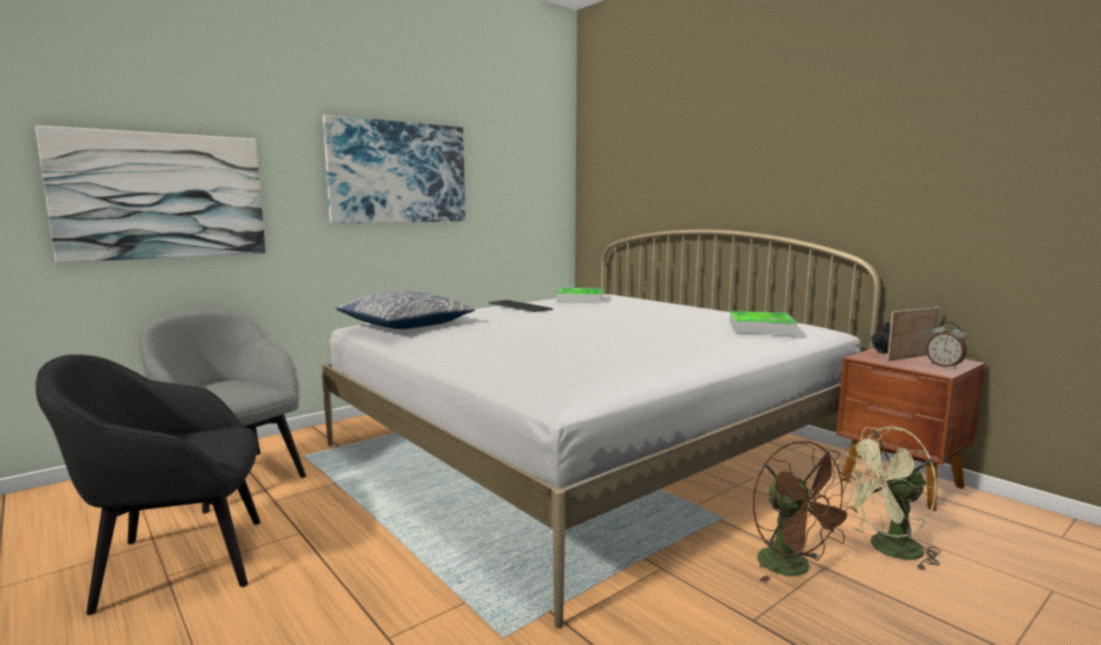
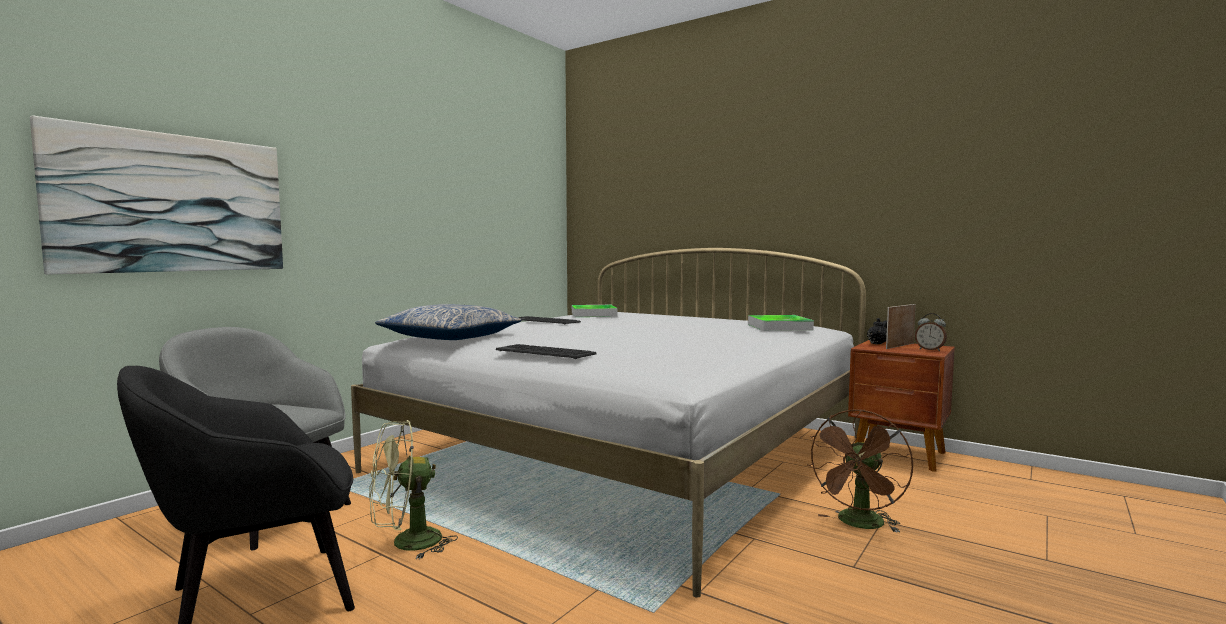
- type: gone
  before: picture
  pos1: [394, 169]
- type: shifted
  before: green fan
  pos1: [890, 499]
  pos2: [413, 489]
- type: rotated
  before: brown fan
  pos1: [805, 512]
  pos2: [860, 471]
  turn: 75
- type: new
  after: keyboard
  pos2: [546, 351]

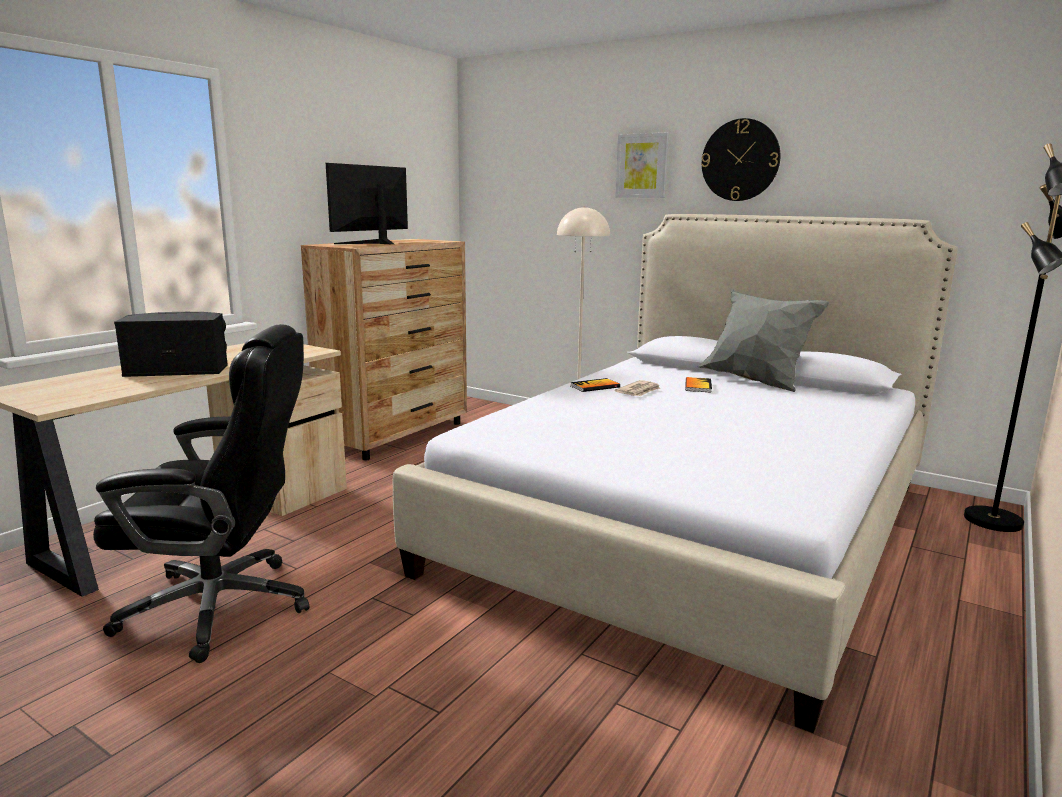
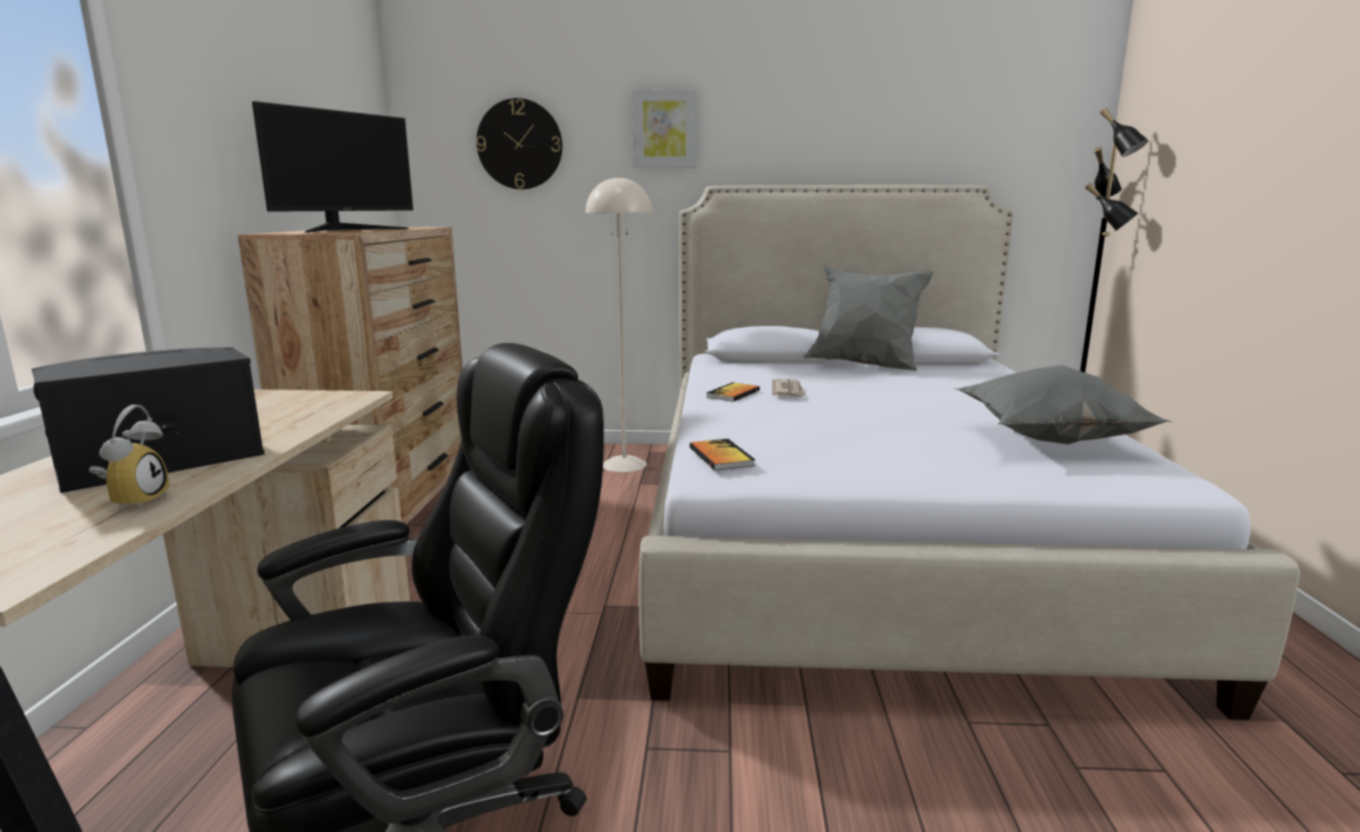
- type: shifted
  before: wall clock
  pos1: [741, 159]
  pos2: [519, 143]
- type: rotated
  before: monitor
  pos1: [367, 203]
  pos2: [332, 167]
  turn: -150
- type: shifted
  before: book
  pos1: [698, 385]
  pos2: [722, 455]
- type: new
  after: grey pillow
  pos2: [1062, 404]
- type: new
  after: alarm clock
  pos2: [129, 457]

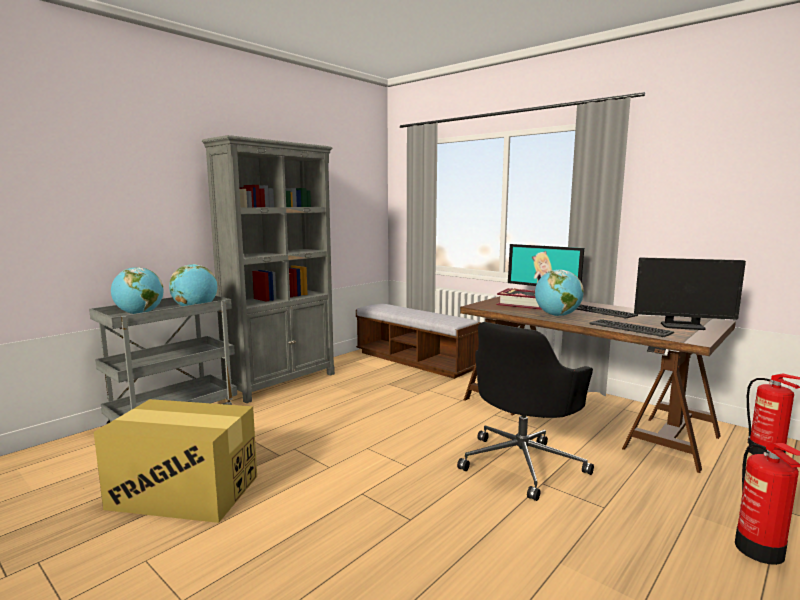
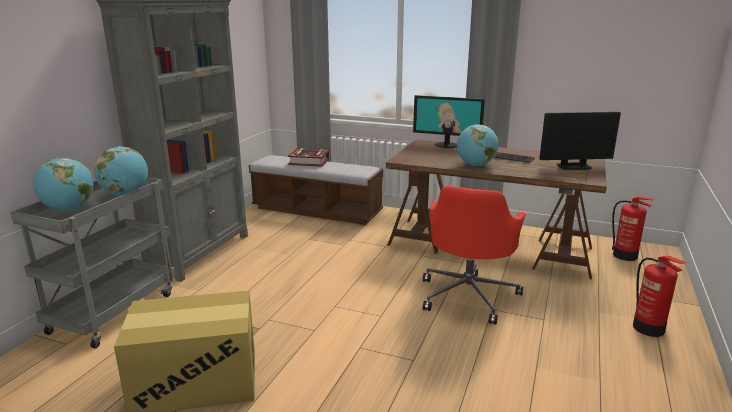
- type: shifted
  before: book
  pos1: [519, 299]
  pos2: [308, 157]
- type: gone
  before: keyboard
  pos1: [631, 328]
- type: repainted
  before: black office chair
  after: red office chair
  pos1: [525, 411]
  pos2: [474, 255]

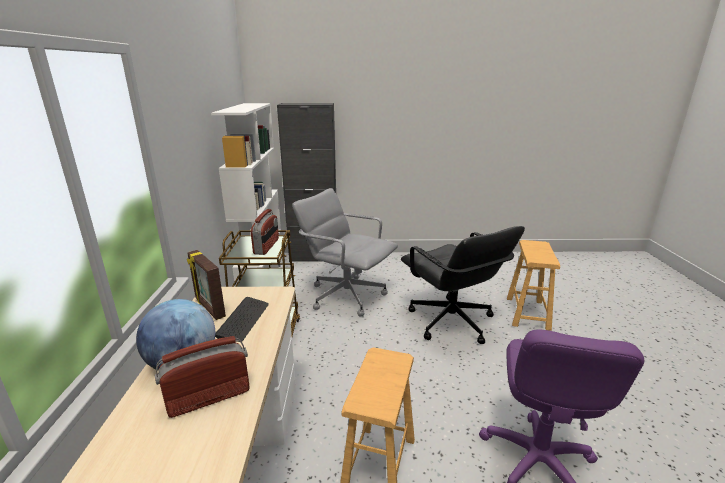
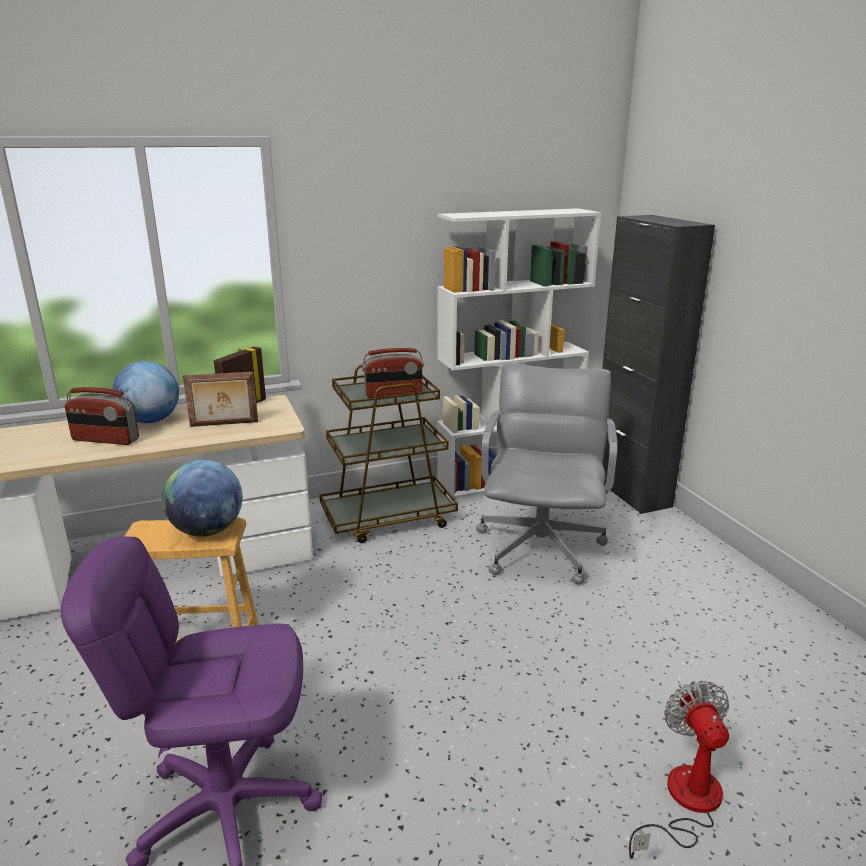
- type: gone
  before: black office chair
  pos1: [463, 285]
- type: swapped
  before: brown stool
  after: fan
  pos1: [533, 285]
  pos2: [679, 770]
- type: swapped
  before: keyboard
  after: picture frame
  pos1: [242, 319]
  pos2: [220, 399]
- type: rotated
  before: radio
  pos1: [202, 377]
  pos2: [102, 416]
  turn: 150
- type: new
  after: globe
  pos2: [202, 498]

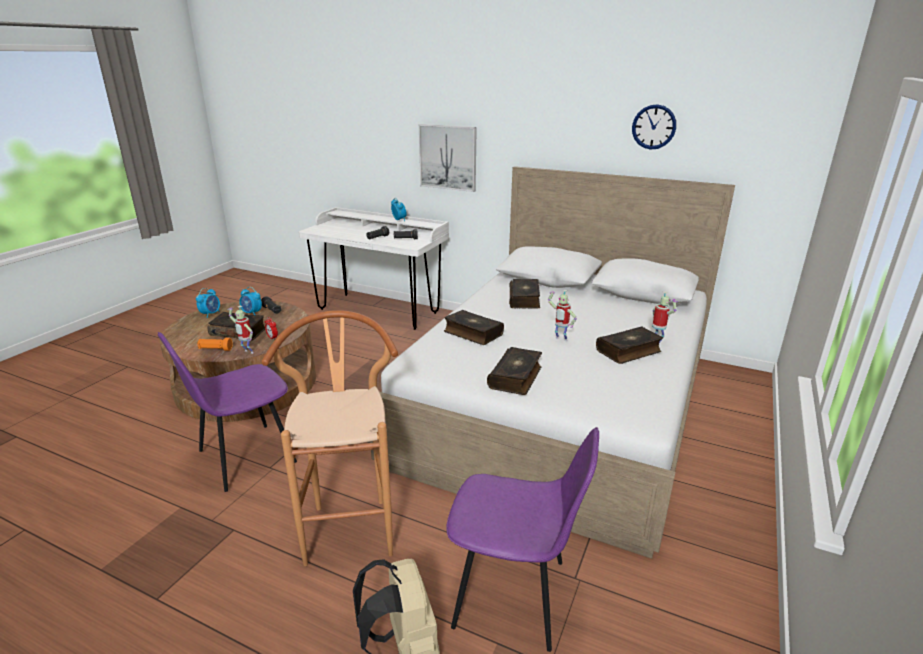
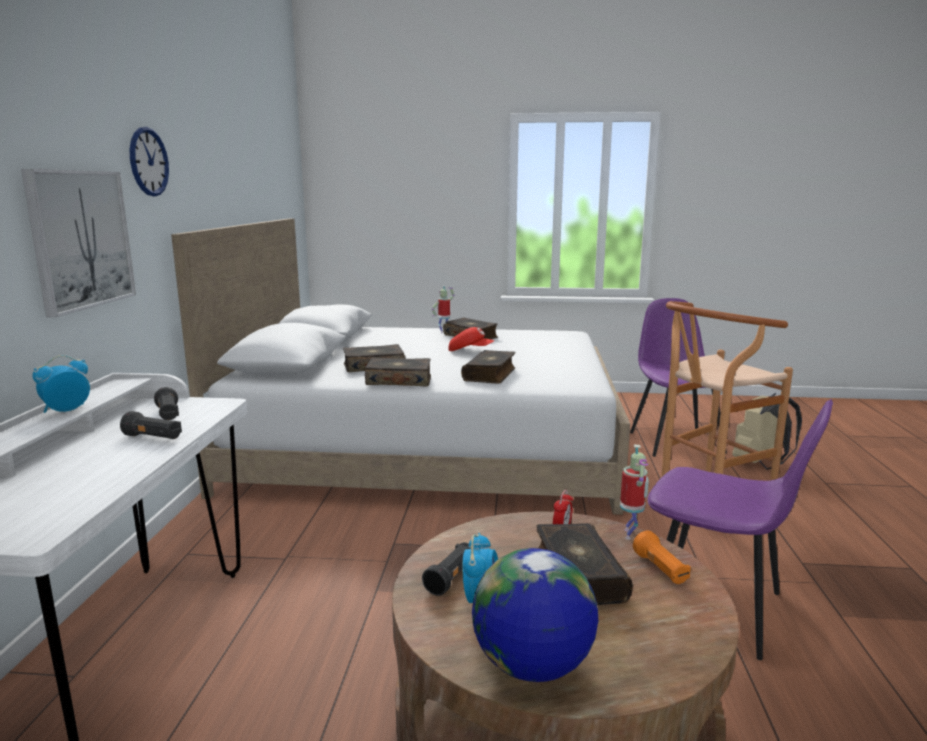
- type: shifted
  before: wall clock
  pos1: [654, 127]
  pos2: [149, 161]
- type: swapped
  before: alarm clock
  after: globe
  pos1: [208, 303]
  pos2: [535, 615]
- type: swapped
  before: toy robot
  after: red cap
  pos1: [562, 315]
  pos2: [471, 339]
- type: shifted
  before: book
  pos1: [514, 371]
  pos2: [398, 372]

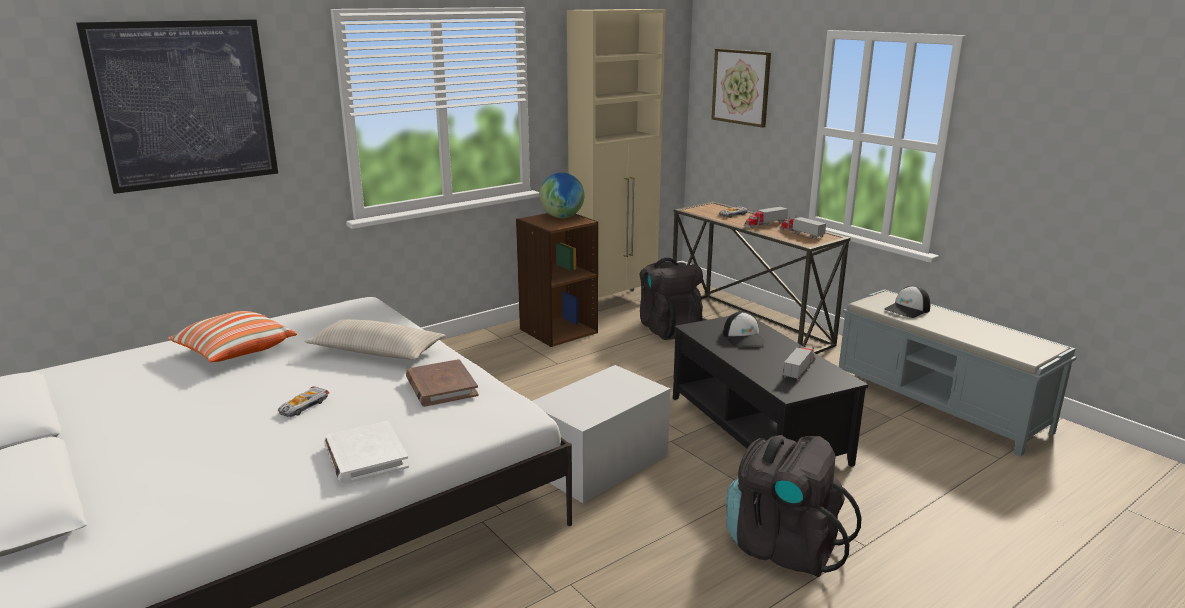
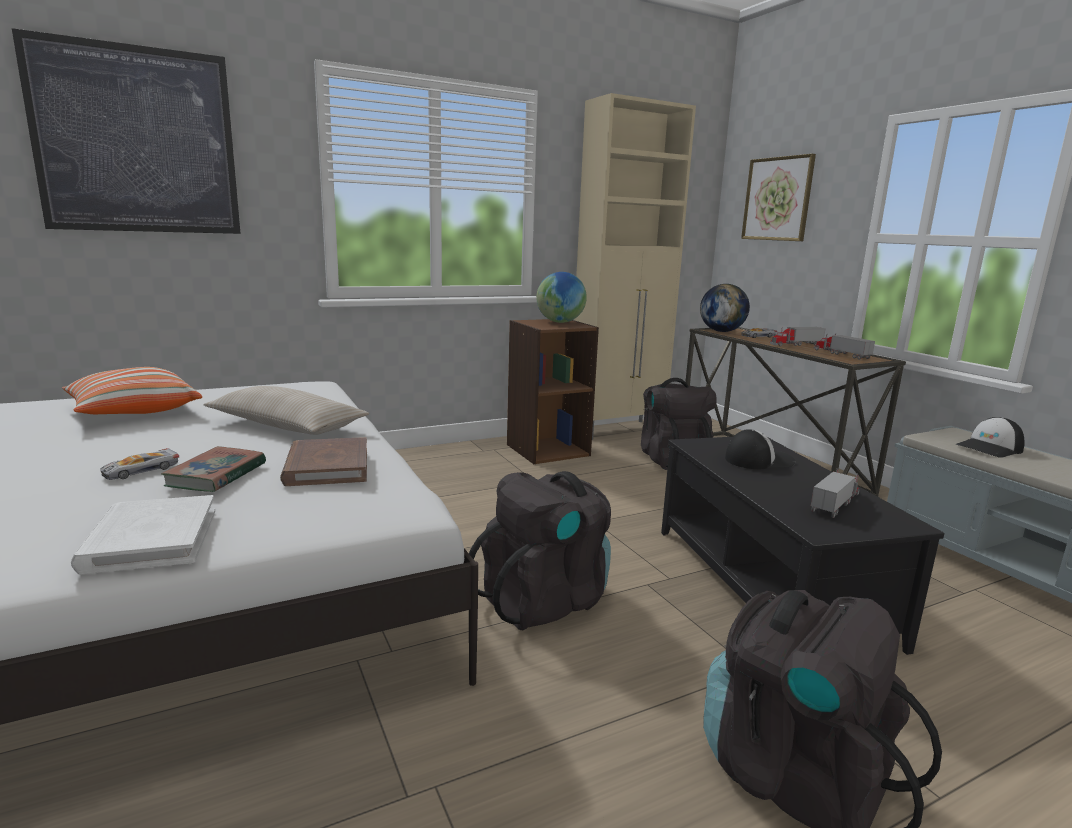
- type: rotated
  before: cap
  pos1: [744, 329]
  pos2: [760, 449]
  turn: -105
- type: swapped
  before: white storage box
  after: black backpack
  pos1: [601, 434]
  pos2: [540, 550]
- type: new
  after: globe
  pos2: [725, 308]
- type: new
  after: book
  pos2: [213, 469]

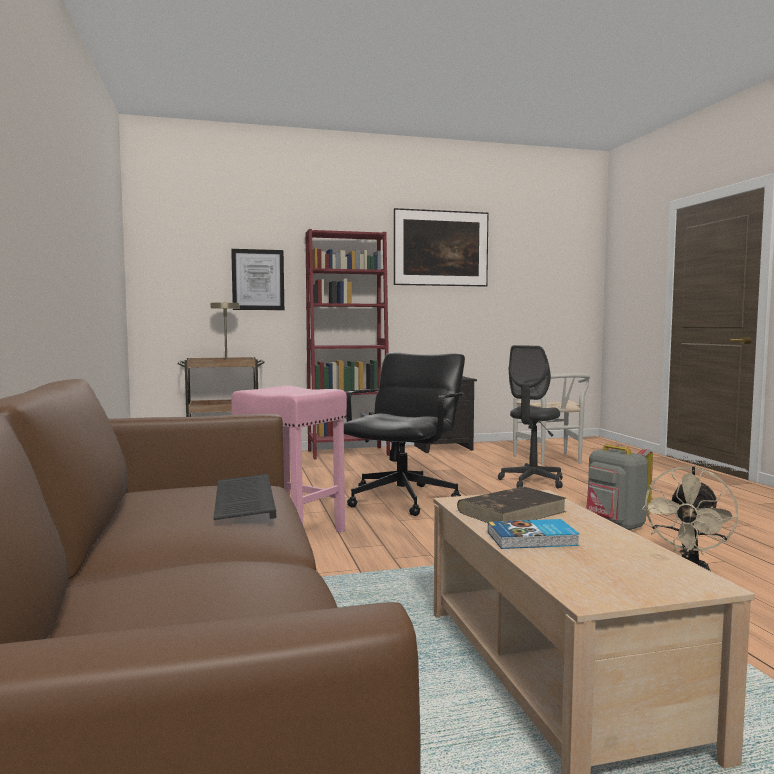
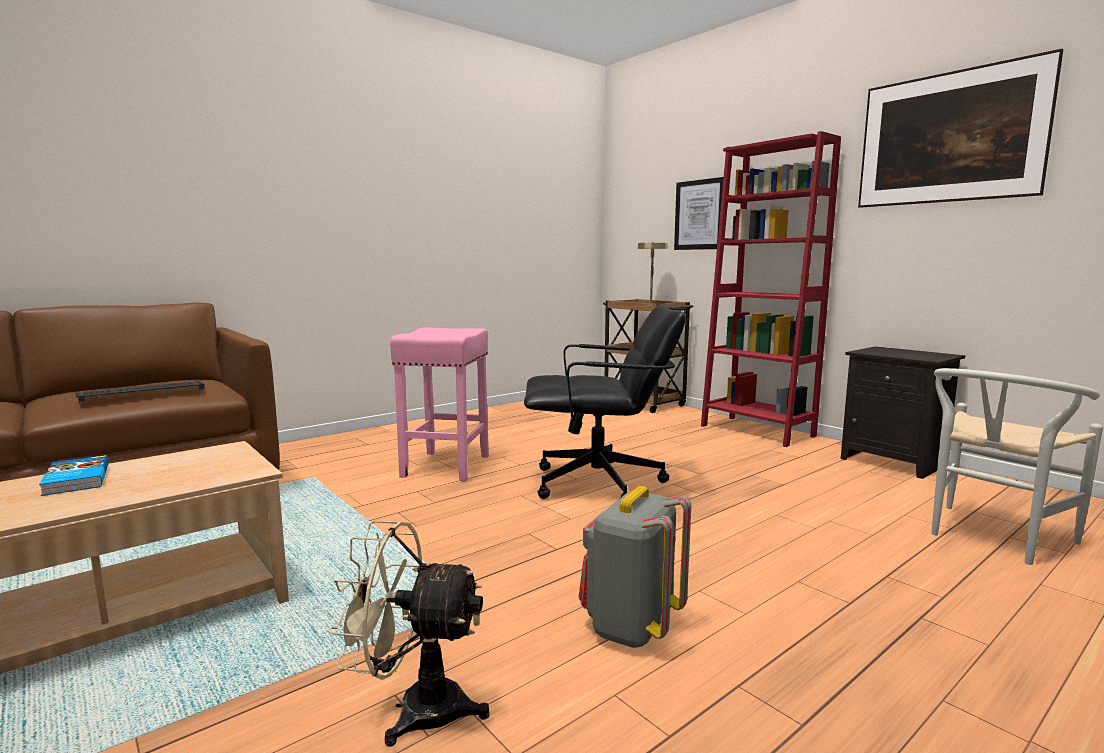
- type: gone
  before: grey office chair
  pos1: [530, 417]
- type: gone
  before: brown book
  pos1: [511, 504]

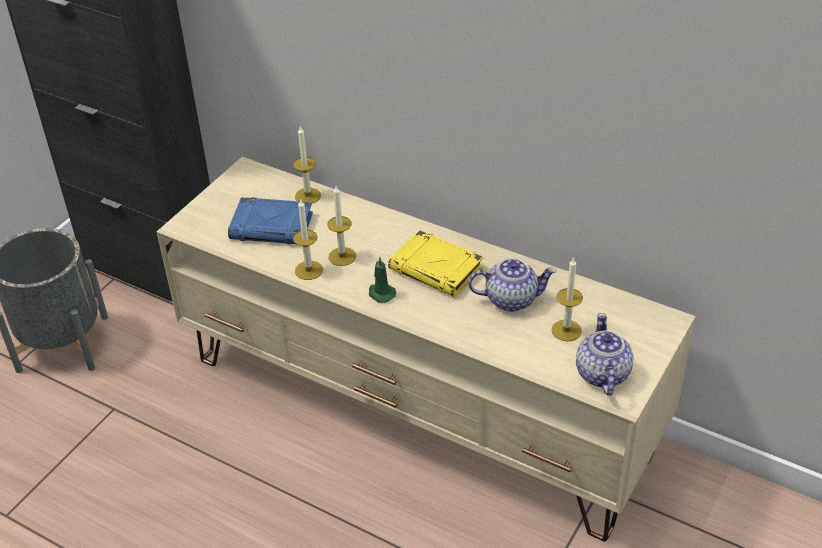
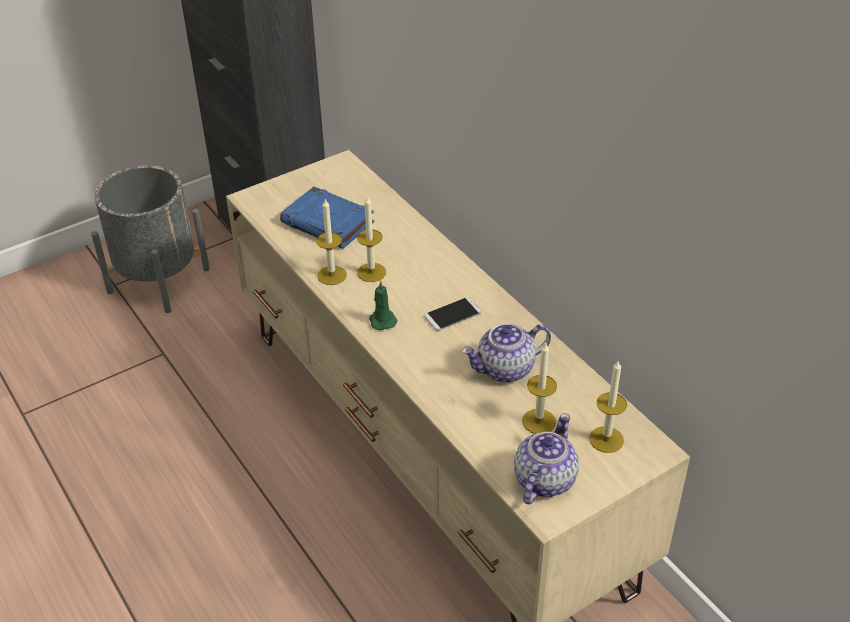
- type: shifted
  before: candle
  pos1: [307, 164]
  pos2: [608, 407]
- type: swapped
  before: yellow book
  after: phone
  pos1: [436, 263]
  pos2: [453, 314]
- type: rotated
  before: teapot
  pos1: [512, 285]
  pos2: [506, 353]
  turn: 135

